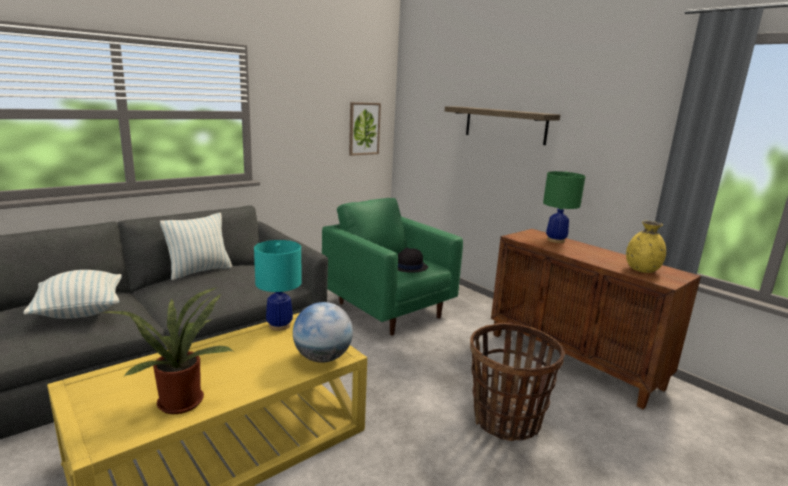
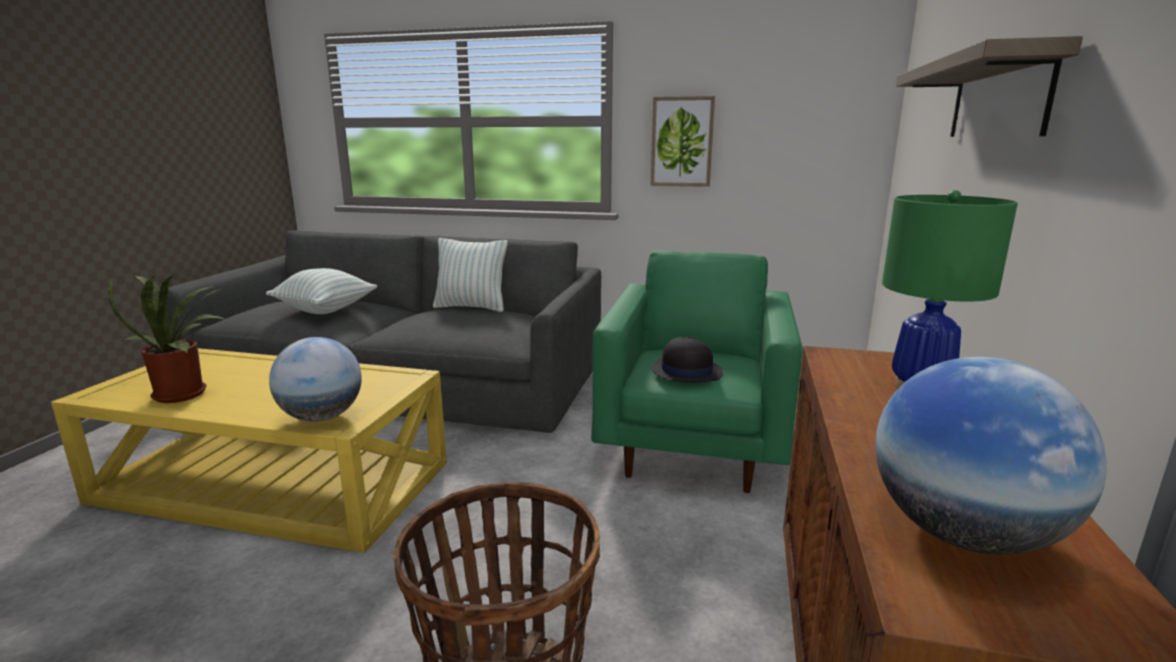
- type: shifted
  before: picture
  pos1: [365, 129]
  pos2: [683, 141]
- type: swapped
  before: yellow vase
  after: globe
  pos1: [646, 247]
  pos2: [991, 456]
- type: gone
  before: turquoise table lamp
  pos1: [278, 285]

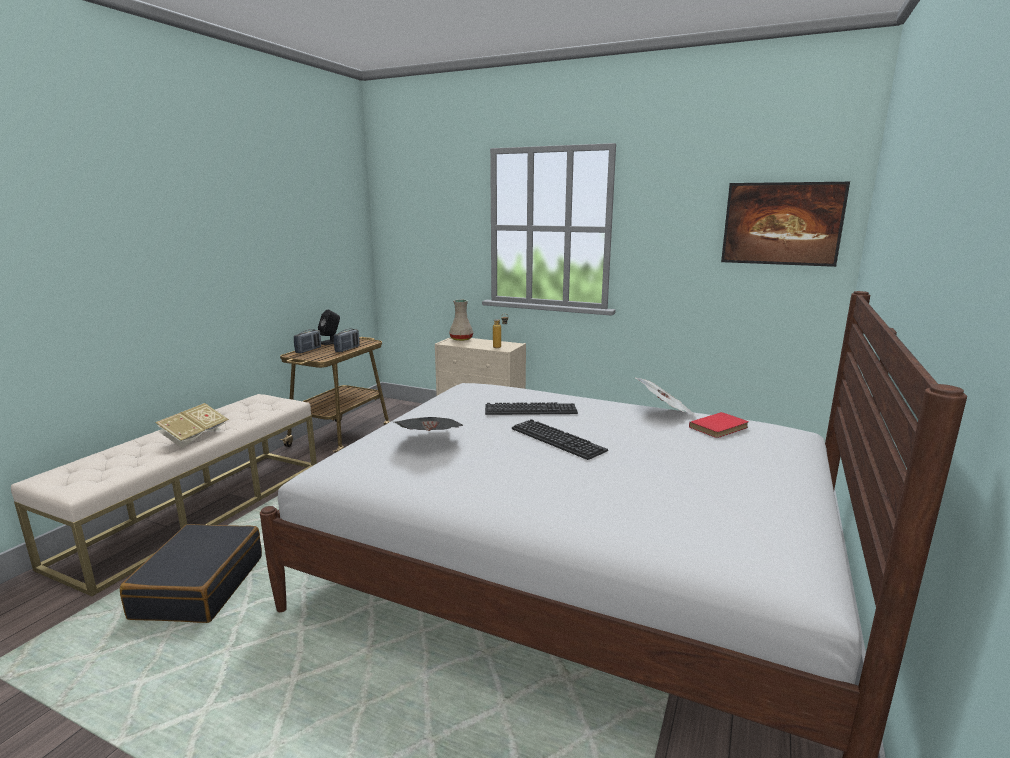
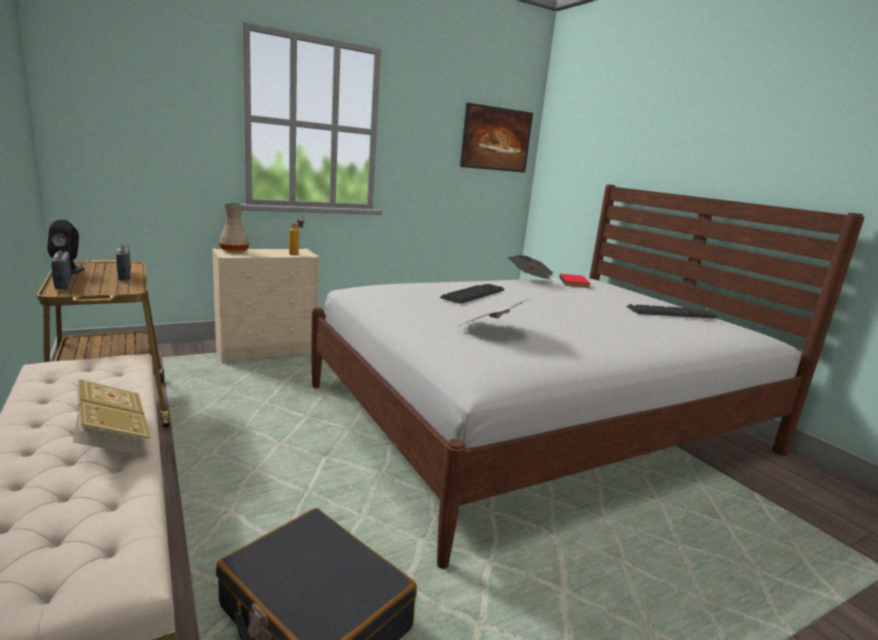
- type: shifted
  before: keyboard
  pos1: [560, 439]
  pos2: [672, 311]

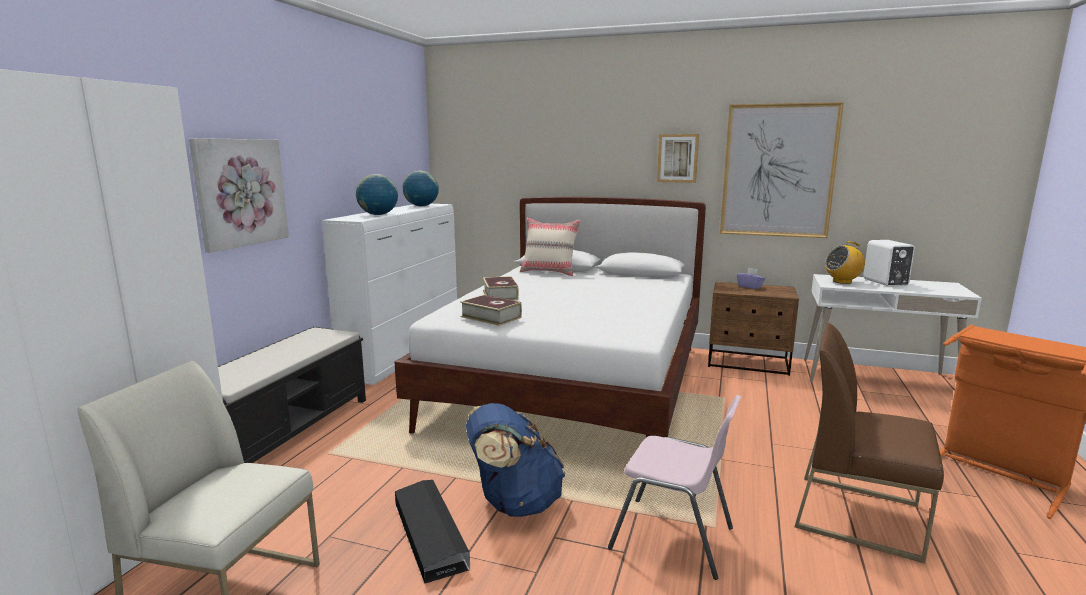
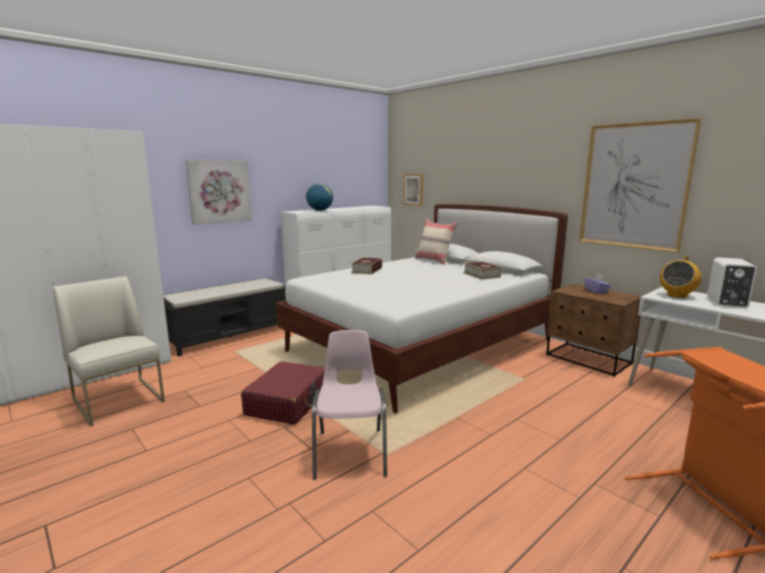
- type: shifted
  before: picture
  pos1: [678, 158]
  pos2: [413, 190]
- type: gone
  before: globe
  pos1: [421, 188]
- type: rotated
  before: radio
  pos1: [845, 262]
  pos2: [681, 277]
  turn: -60
- type: shifted
  before: book
  pos1: [491, 310]
  pos2: [482, 270]
- type: gone
  before: brown chair
  pos1: [869, 443]
- type: rotated
  before: pink chair
  pos1: [674, 487]
  pos2: [349, 405]
  turn: -150
- type: swapped
  before: blue backpack
  after: red suitcase
  pos1: [515, 460]
  pos2: [283, 393]
- type: gone
  before: black storage box
  pos1: [433, 532]

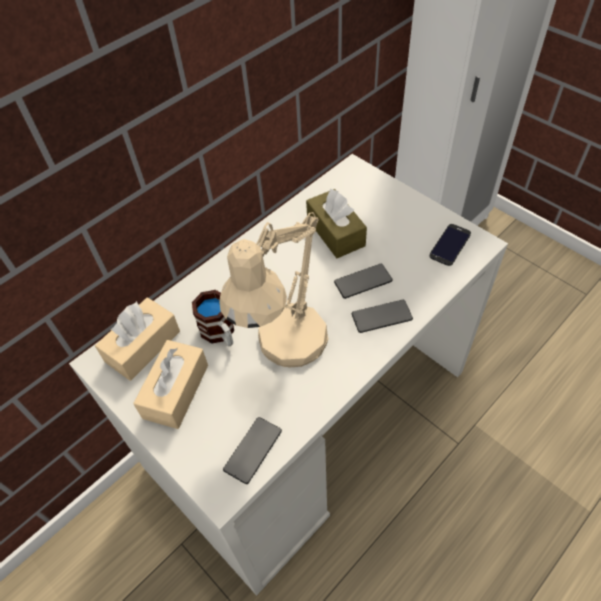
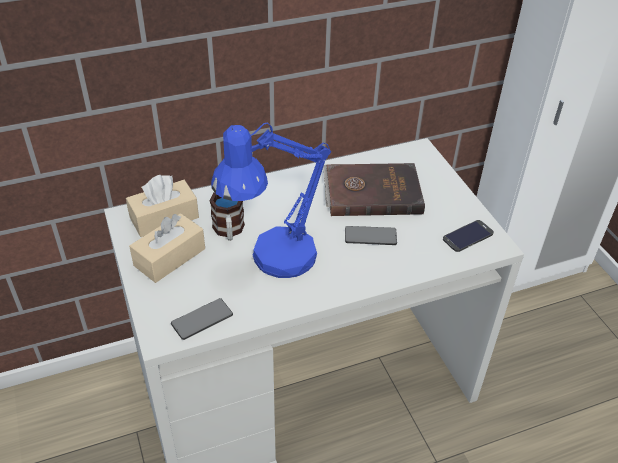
- type: swapped
  before: brown tissue box
  after: brown book
  pos1: [336, 223]
  pos2: [374, 189]
- type: repainted
  before: beige table lamp
  after: blue table lamp
  pos1: [273, 290]
  pos2: [271, 200]
- type: gone
  before: phone
  pos1: [382, 316]

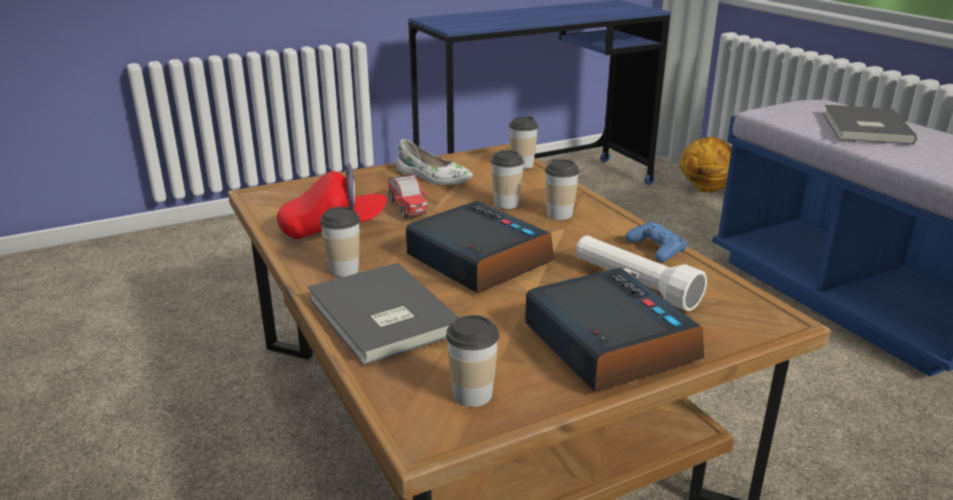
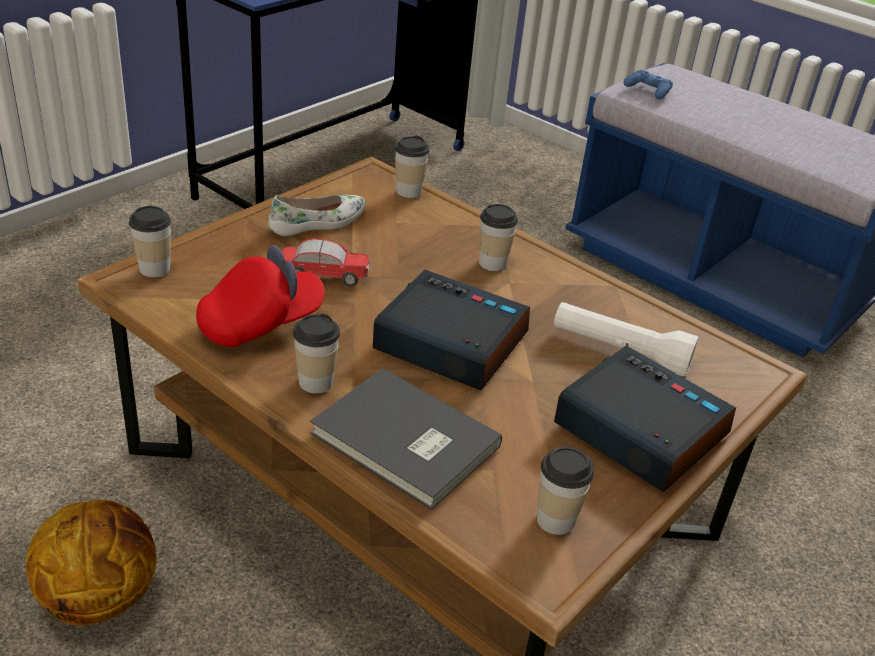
- type: gone
  before: grey book
  pos1: [870, 125]
- type: shifted
  before: basketball
  pos1: [705, 165]
  pos2: [91, 562]
- type: rotated
  before: white shoe
  pos1: [434, 162]
  pos2: [317, 215]
  turn: -45
- type: shifted
  before: cup
  pos1: [507, 179]
  pos2: [150, 241]
- type: rotated
  before: toy car
  pos1: [407, 196]
  pos2: [326, 262]
  turn: -45
- type: shifted
  before: blue game controller
  pos1: [656, 242]
  pos2: [648, 84]

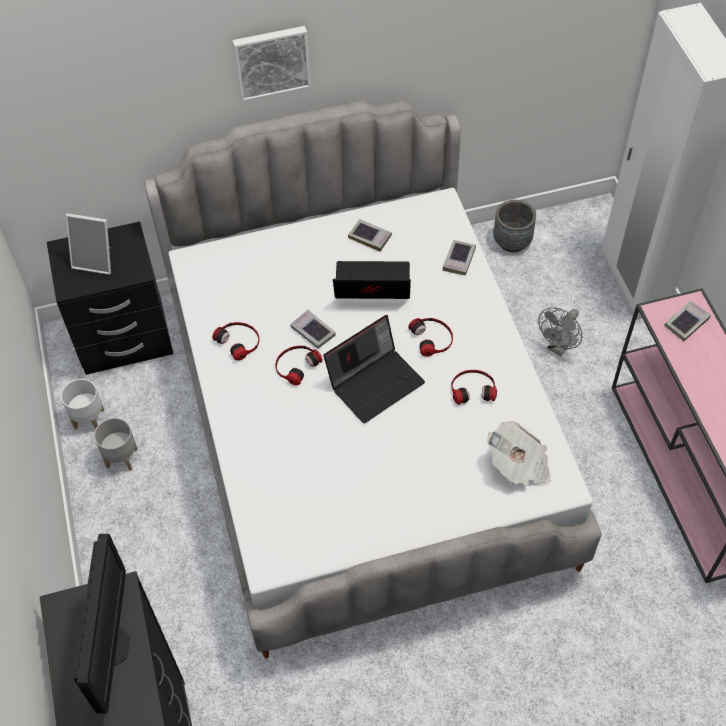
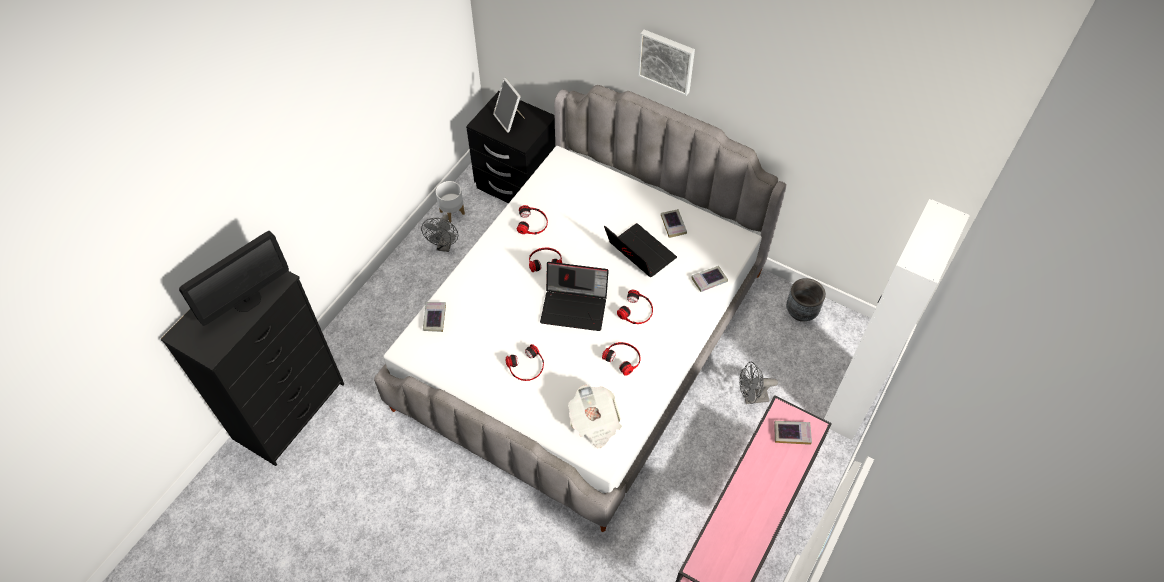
- type: shifted
  before: book
  pos1: [313, 329]
  pos2: [434, 317]
- type: swapped
  before: grey planter
  after: grey fan
  pos1: [116, 444]
  pos2: [439, 233]
- type: new
  after: headphones
  pos2: [524, 362]

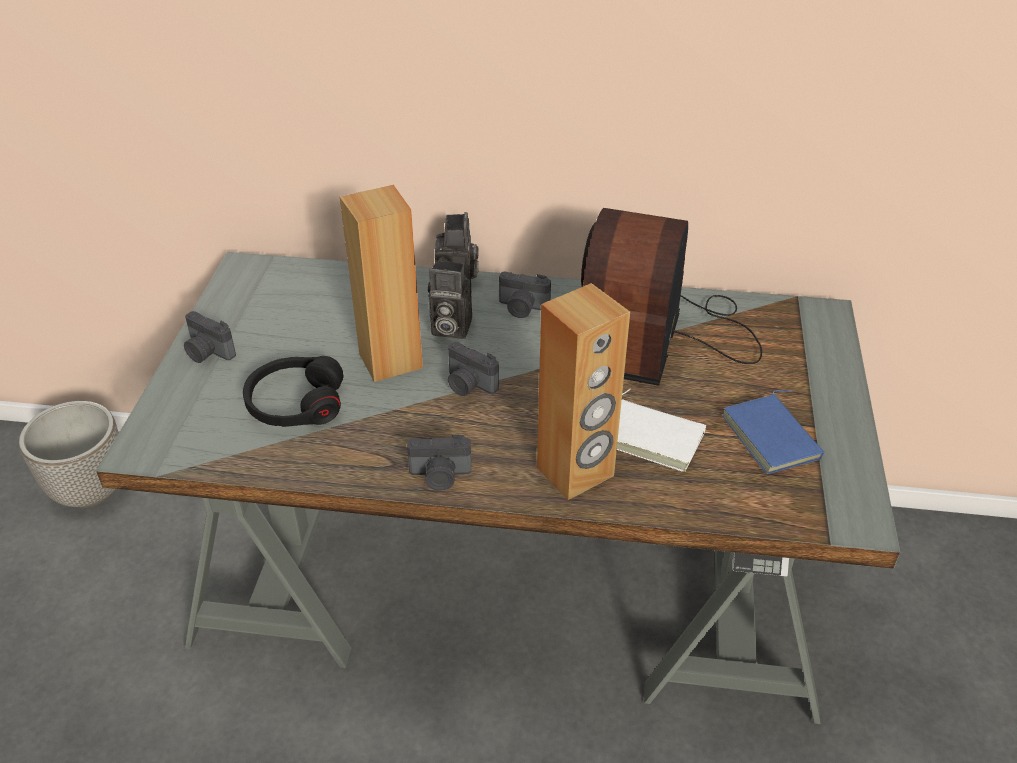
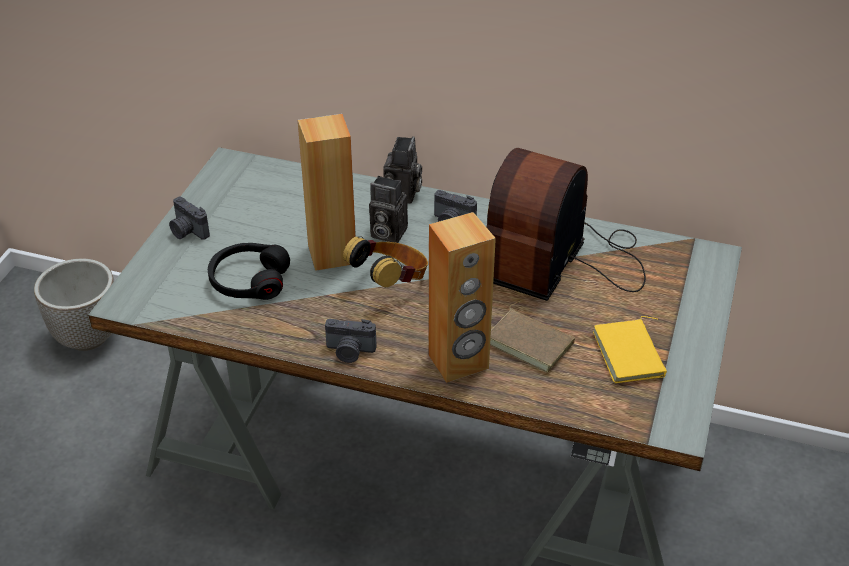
- type: swapped
  before: photo camera
  after: headphones
  pos1: [473, 369]
  pos2: [385, 262]
- type: repainted
  before: white book
  after: brown book
  pos1: [661, 430]
  pos2: [532, 336]
- type: repainted
  before: blue book
  after: yellow book
  pos1: [773, 432]
  pos2: [630, 349]

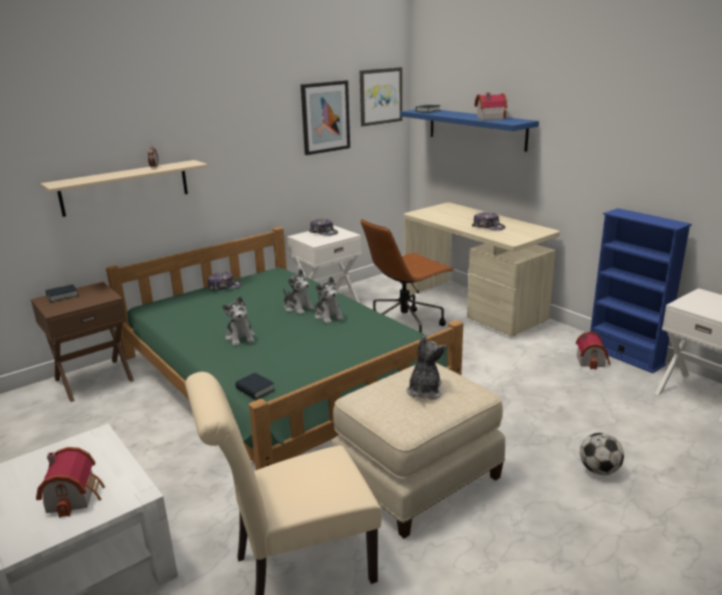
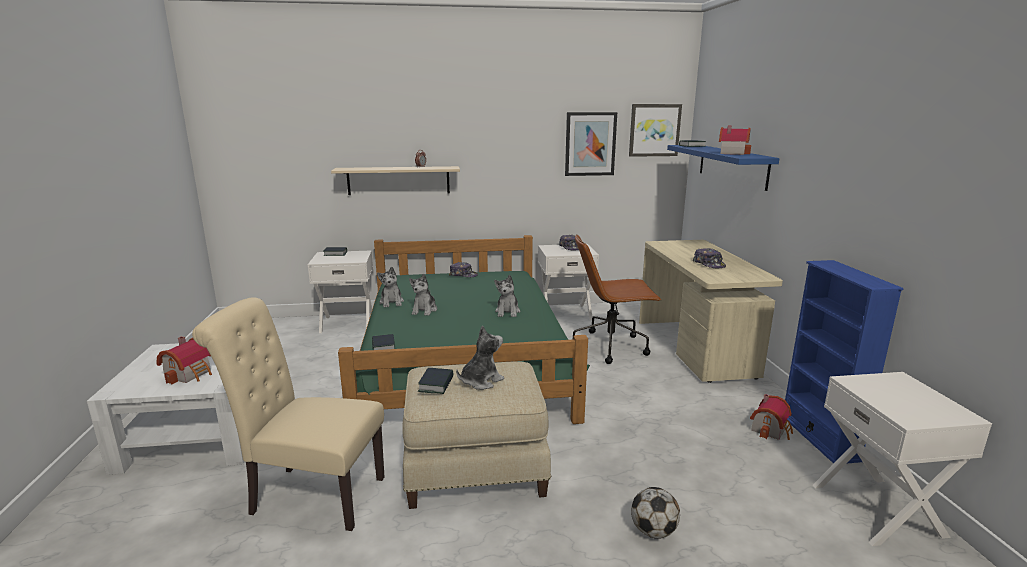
- type: shifted
  before: plush toy
  pos1: [299, 292]
  pos2: [390, 287]
- type: repainted
  before: brown nightstand
  after: white nightstand
  pos1: [82, 342]
  pos2: [340, 292]
- type: new
  after: book
  pos2: [436, 381]

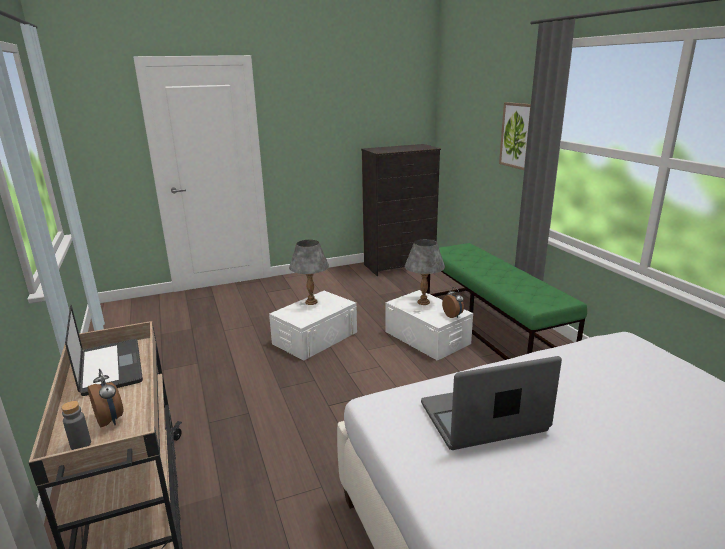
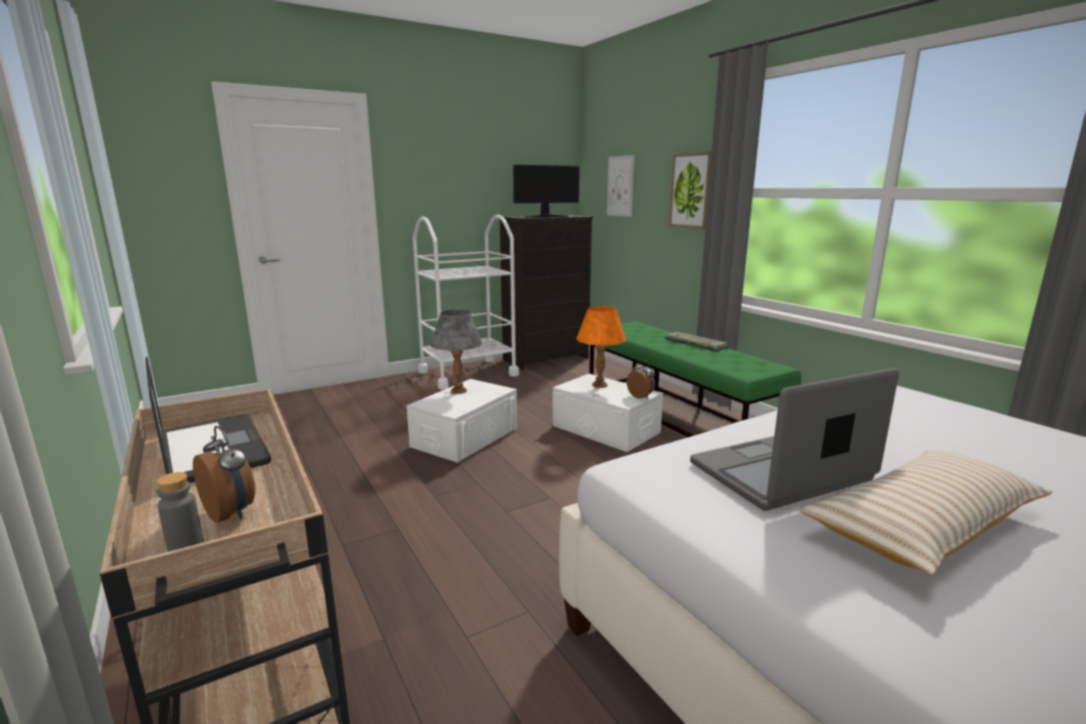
- type: repainted
  before: grey table lamp
  after: orange table lamp
  pos1: [425, 272]
  pos2: [601, 347]
- type: new
  after: picture
  pos2: [621, 186]
- type: new
  after: monitor
  pos2: [546, 191]
- type: new
  after: white cart
  pos2: [466, 302]
- type: new
  after: keyboard
  pos2: [697, 341]
- type: new
  after: beige pillow
  pos2: [926, 513]

